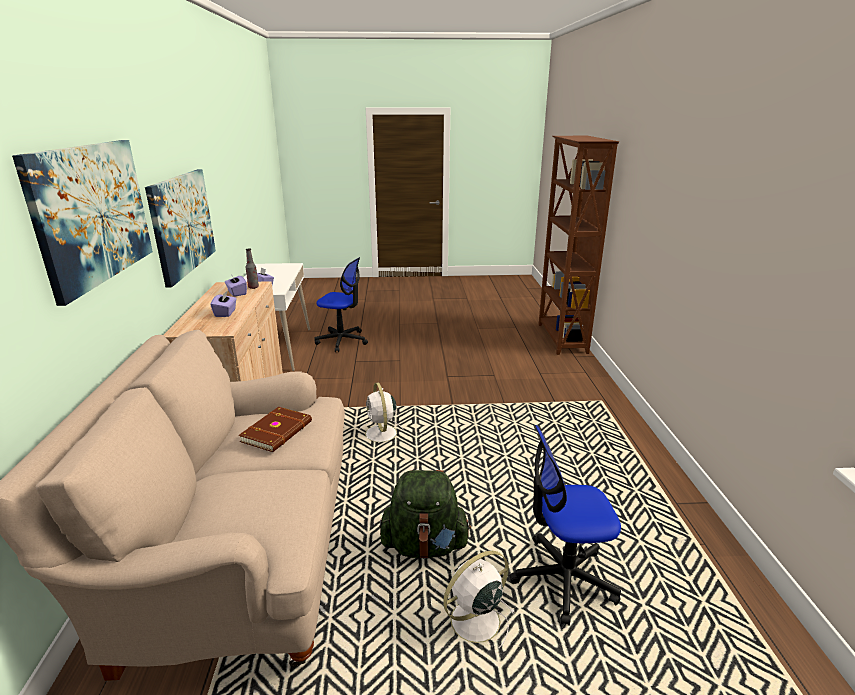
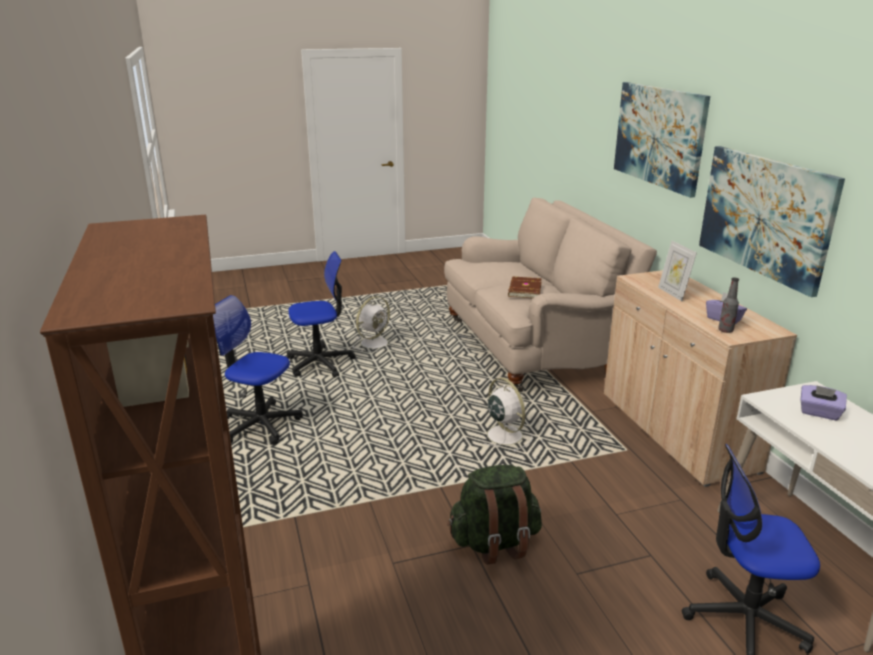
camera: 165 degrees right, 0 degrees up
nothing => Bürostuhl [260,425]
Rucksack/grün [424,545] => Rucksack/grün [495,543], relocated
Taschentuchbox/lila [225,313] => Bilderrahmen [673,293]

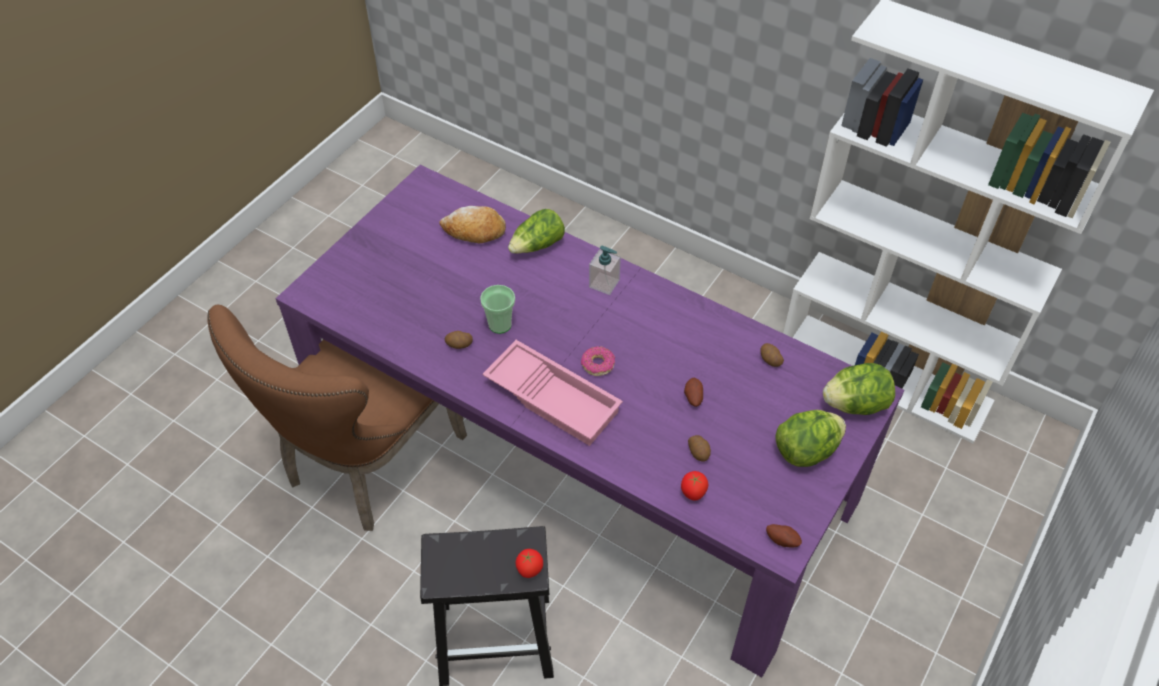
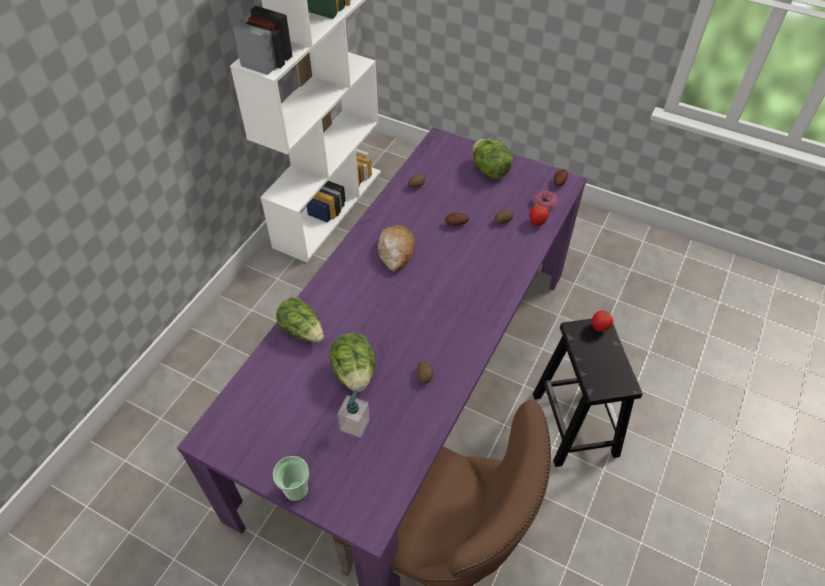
camera: 95 degrees left, 0 degrees up
Tasse [500,324] => Tasse [296,490], relocated
Salatkopf [855,404] => Salatkopf [354,373], relocated
Seifenspender [604,283] => Seifenspender [355,424], relocated
Brot [474,231] => Brot [396,252], relocated
Donut [598,364] => Donut [544,203], relocated
Tablett/rosa [554,397] => nothing

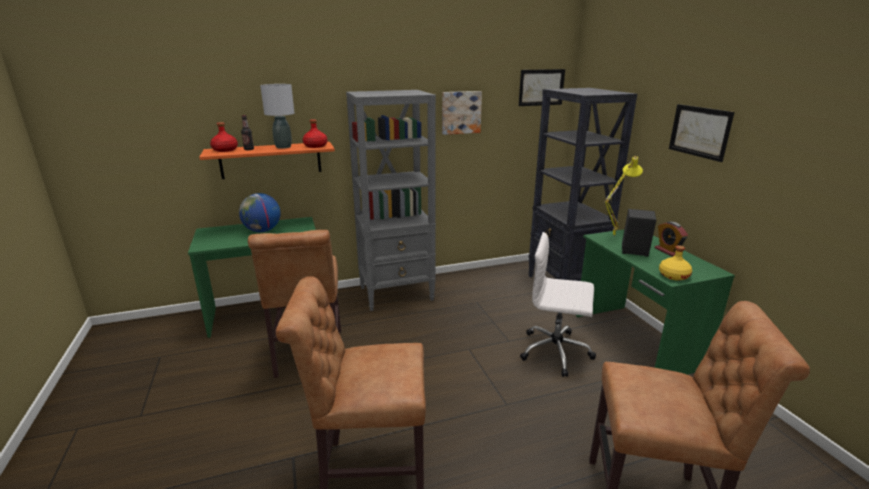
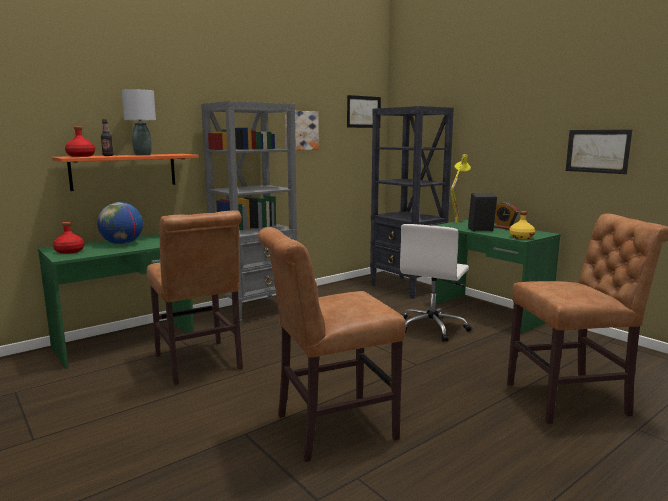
camera: 20 degrees left, 10 degrees down
Flasche/rot [315,146] => Flasche/rot [69,251], relocated
Bürostuhl/weiß [556,352] => Bürostuhl/weiß [432,327], 60 degrees counterclockwise
Bild [699,131] => Bild [597,151], relocated

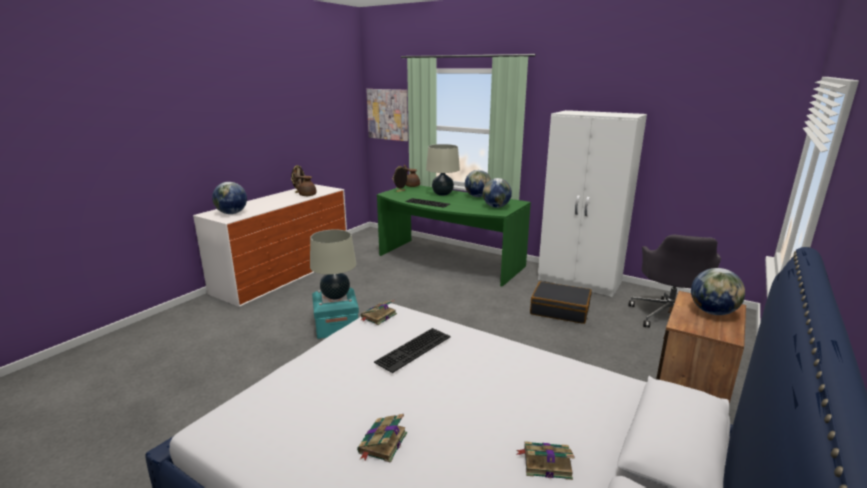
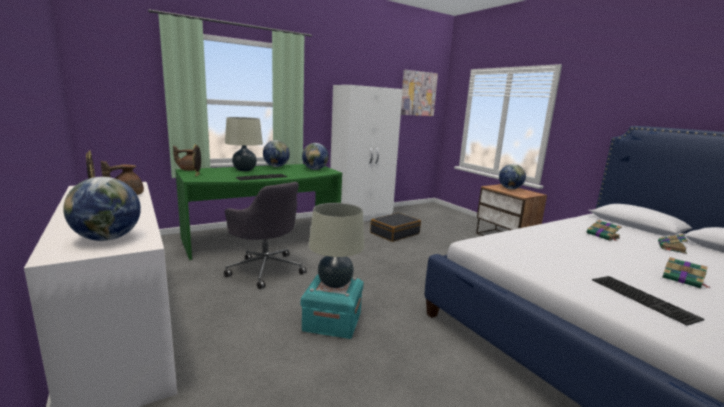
camera: 65 degrees left, 5 degrees down
Bürostuhl/grau [669,315] => Bürostuhl/grau [265,269], relocated
Bild [388,114] => Bild [418,93], relocated
Buch [378,316] => Buch [603,236], relocated
Tastatur [414,350] => Tastatur [645,298], relocated

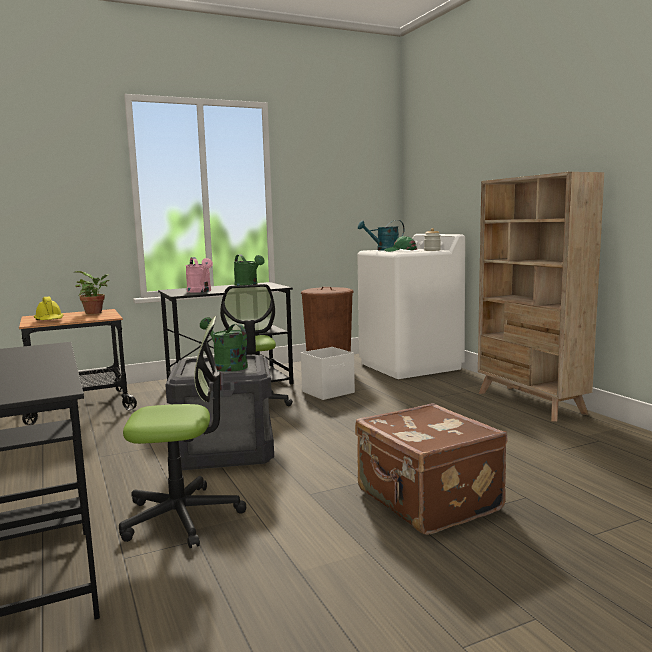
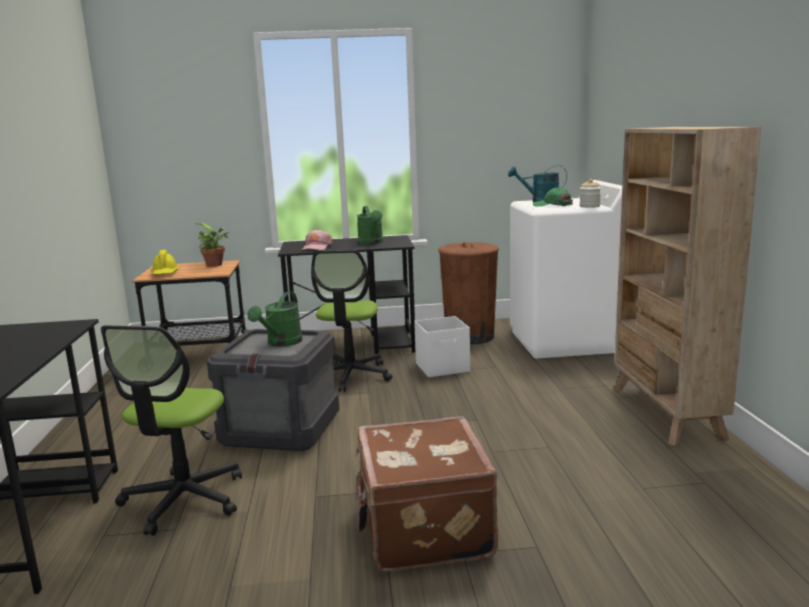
camera: 20 degrees right, 5 degrees up
Bürostuhl [182,516] => Bürostuhl [183,500], 90 degrees clockwise
Gießkanne/grün [226,366] => Gießkanne/grün [281,343], 135 degrees counterclockwise
Gießkanne/rosa [200,291] => Kappe/rosa [316,247]

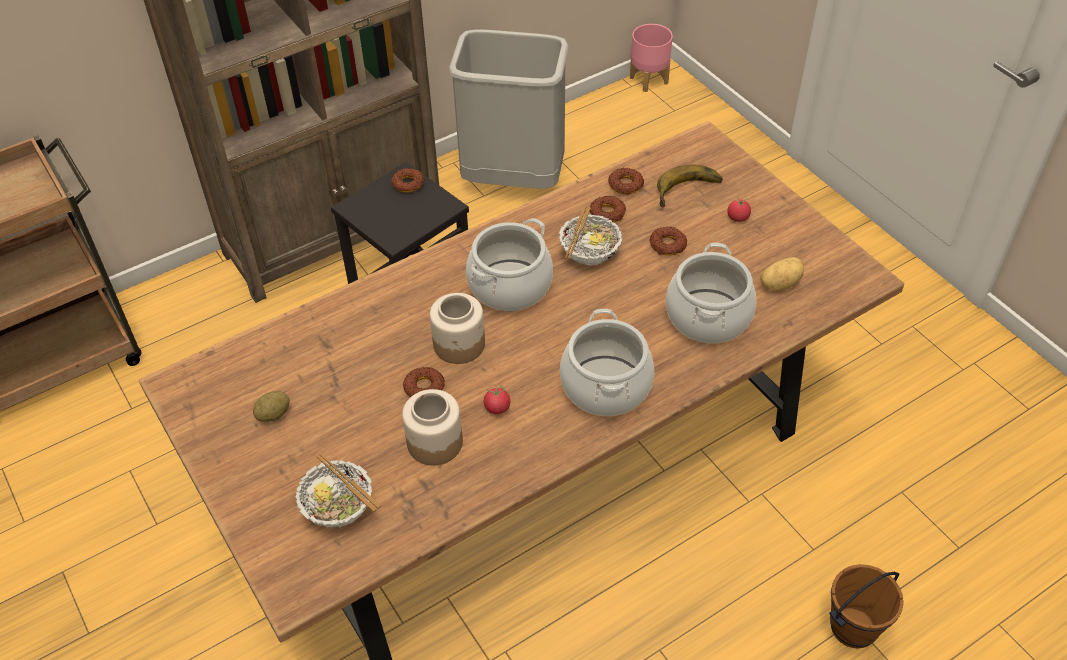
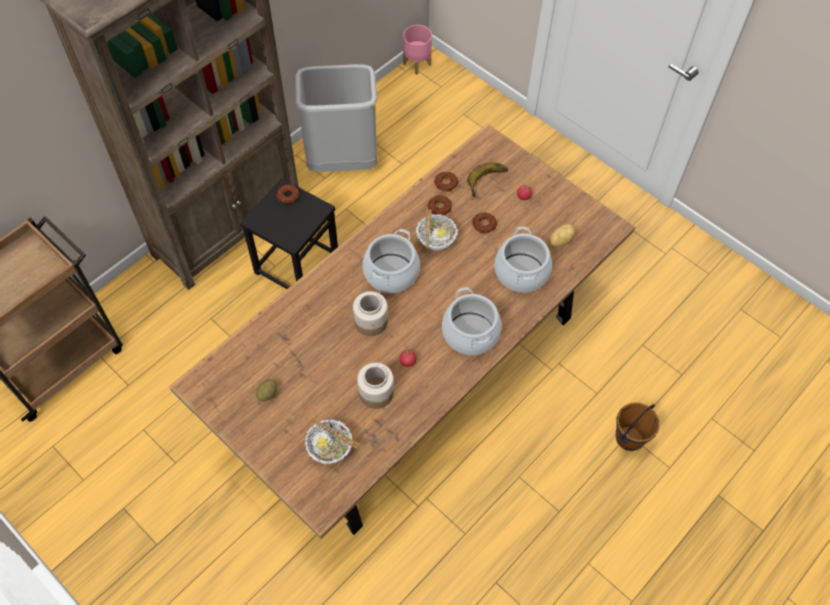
camera: 15 degrees left, 10 degrees up
Donut [424,387] => nothing

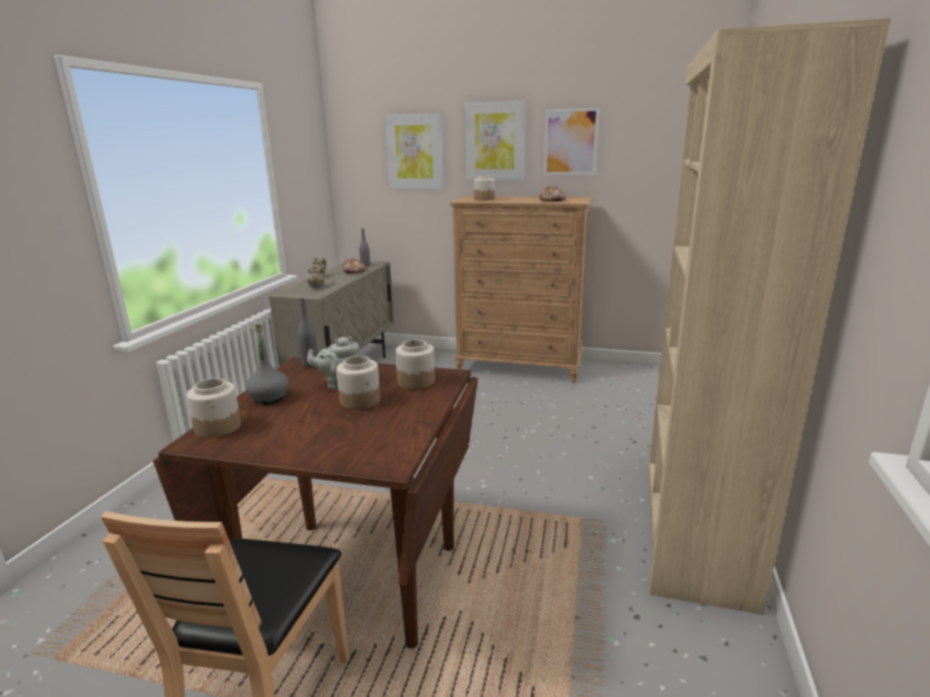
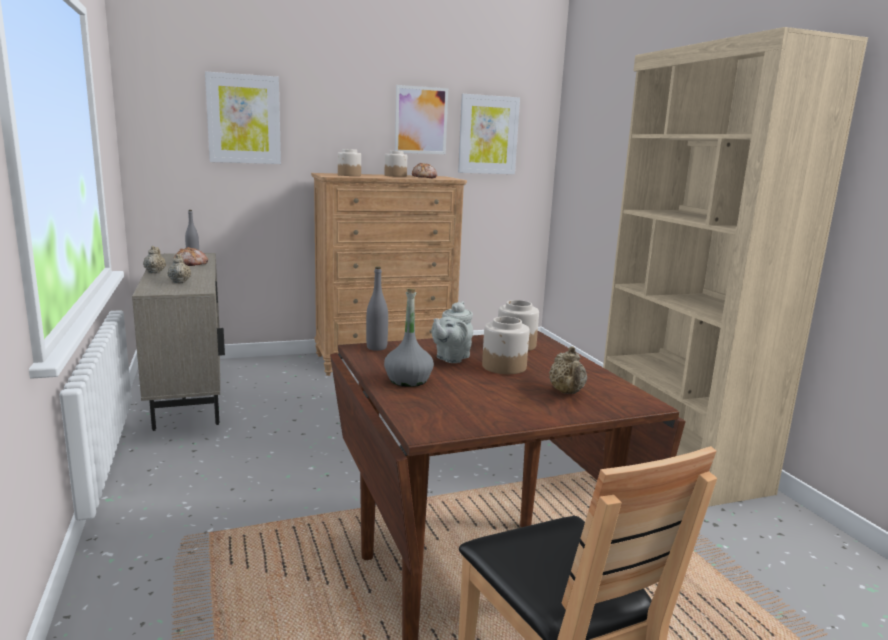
camera: 35 degrees left, 5 degrees down
Vorratsglas [218,427] => Vorratsglas [395,176], relocated
Bild [495,141] => Bild [488,135], relocated
nothing => Teekanne/beige [567,392]

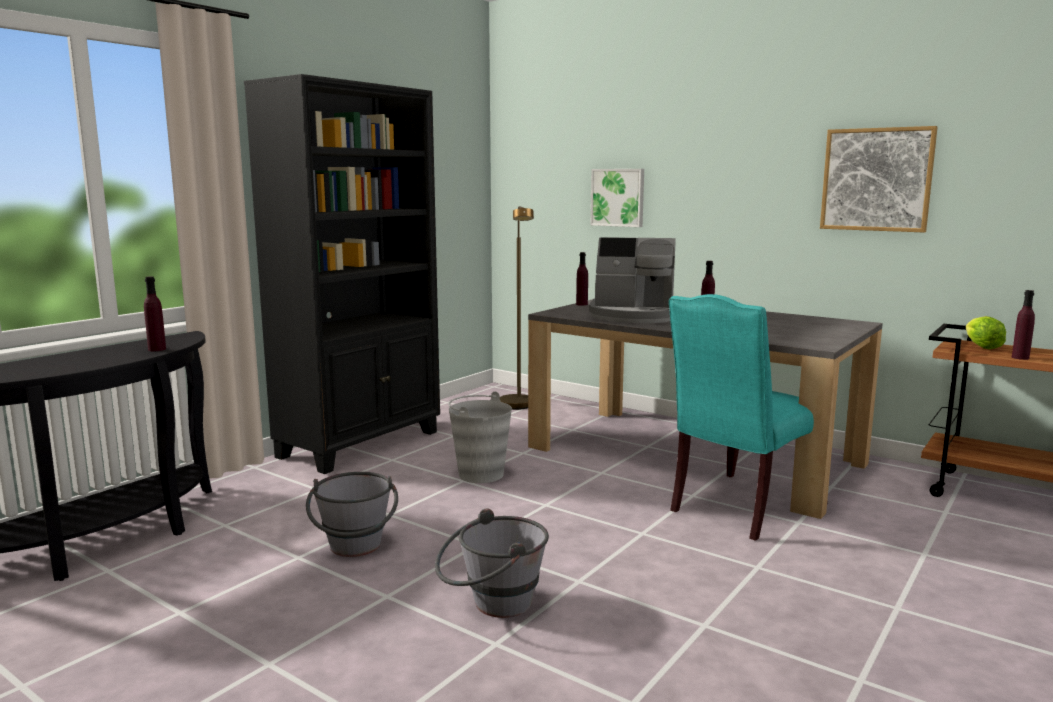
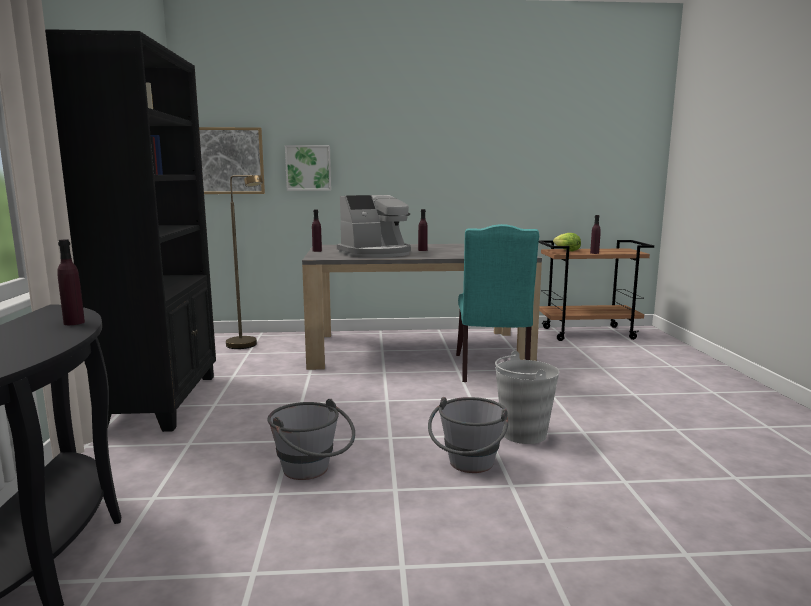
camera: 40 degrees left, 0 degrees up
Bild [876,179] => Bild [230,161], relocated
Eimer/grau [480,474] => Eimer/grau [523,434], relocated

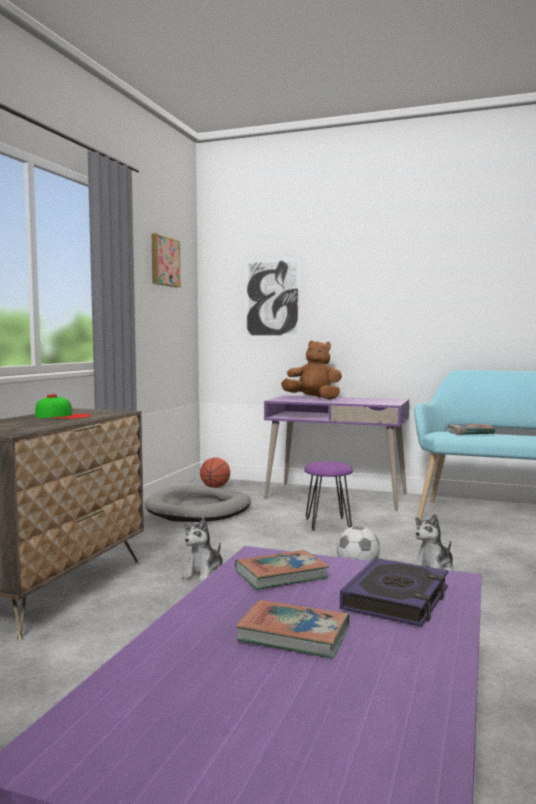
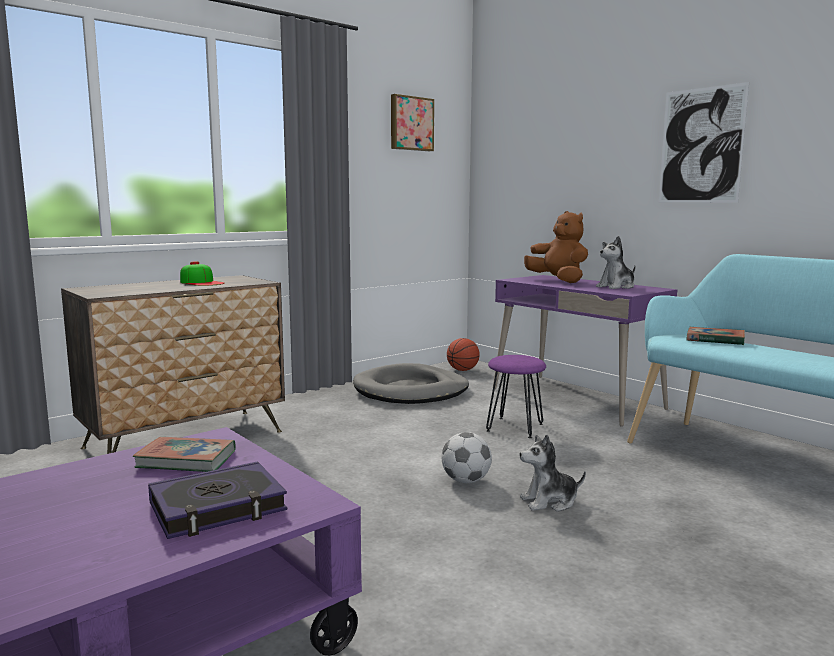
camera: 30 degrees right, 5 degrees up
Plüschtier [204,574] => Plüschtier [616,287], relocated
Bild [272,298] => Bild [701,145], relocated
Buch [294,635] => nothing

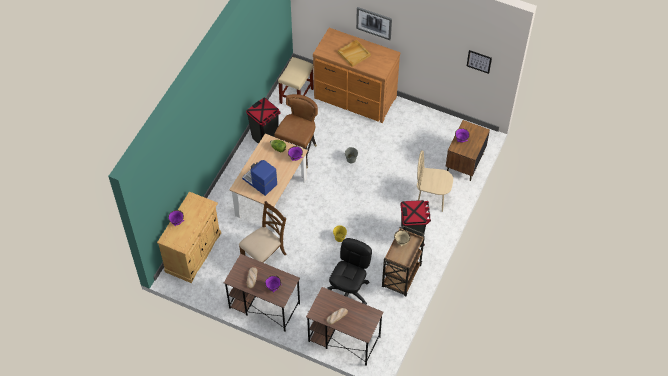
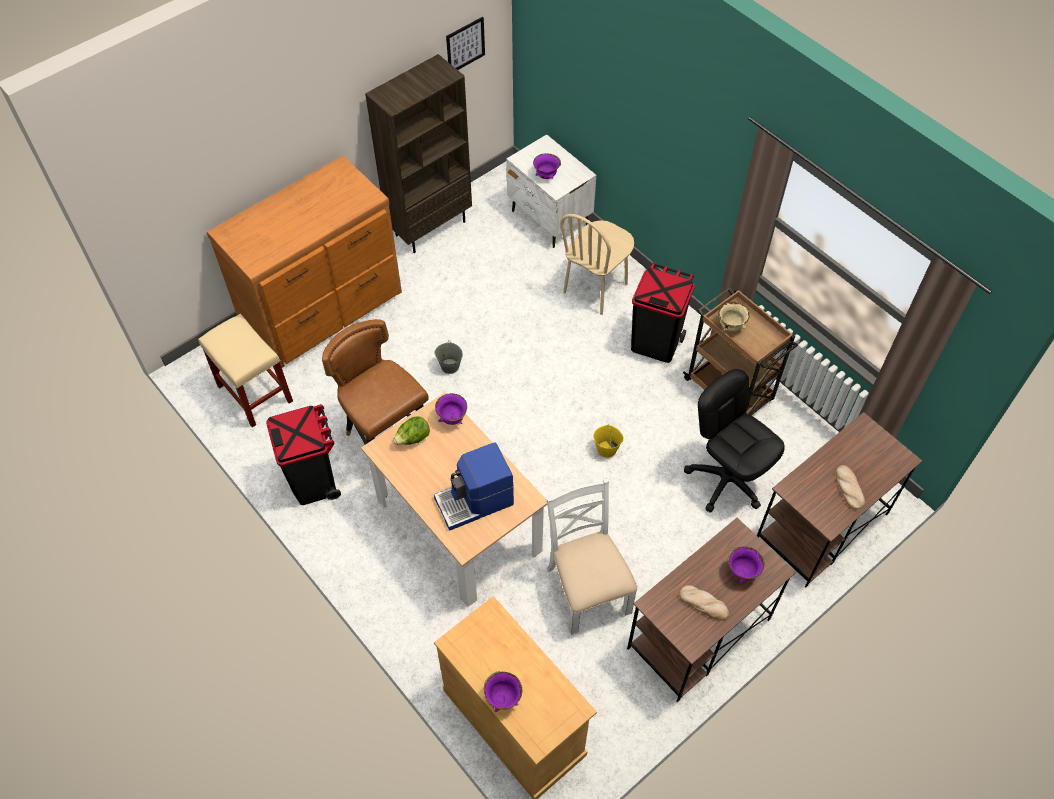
camera: 65 degrees left, 0 degrees up
nothing => Bücherregal/braun [430,227]
Nachttisch/braun [464,163] => Nachttisch/weiß [549,219]
Stuhl/braun [264,256] => Stuhl/weiß [587,589]
Tablett/beige [354,54] => nothing
Bild [374,23] => nothing

